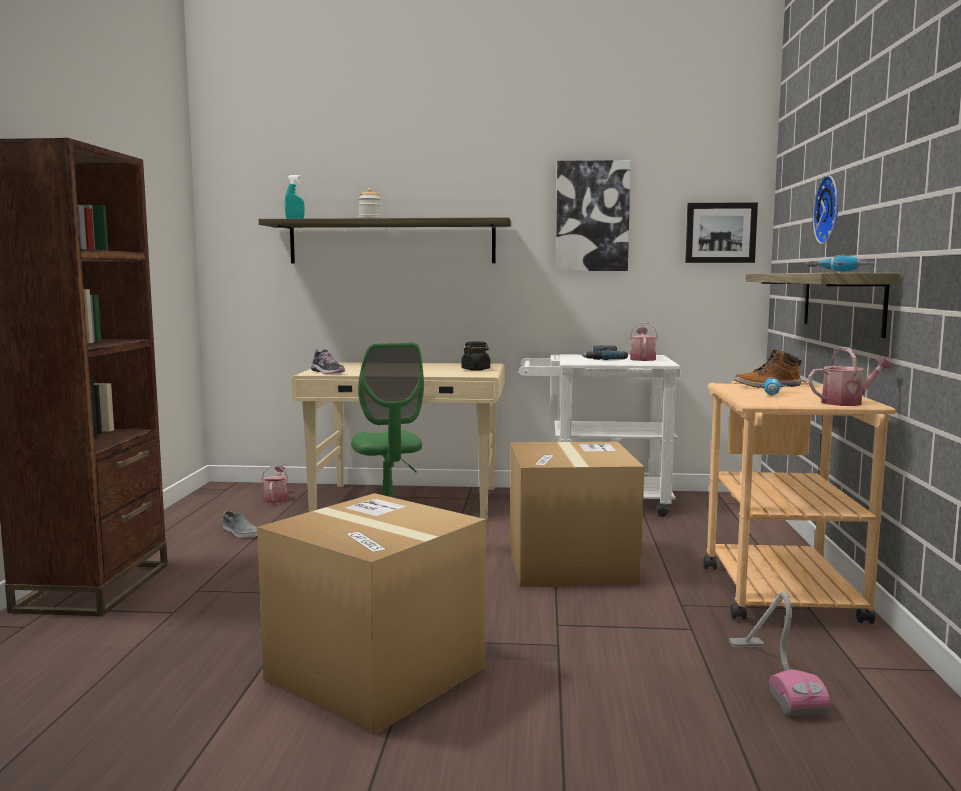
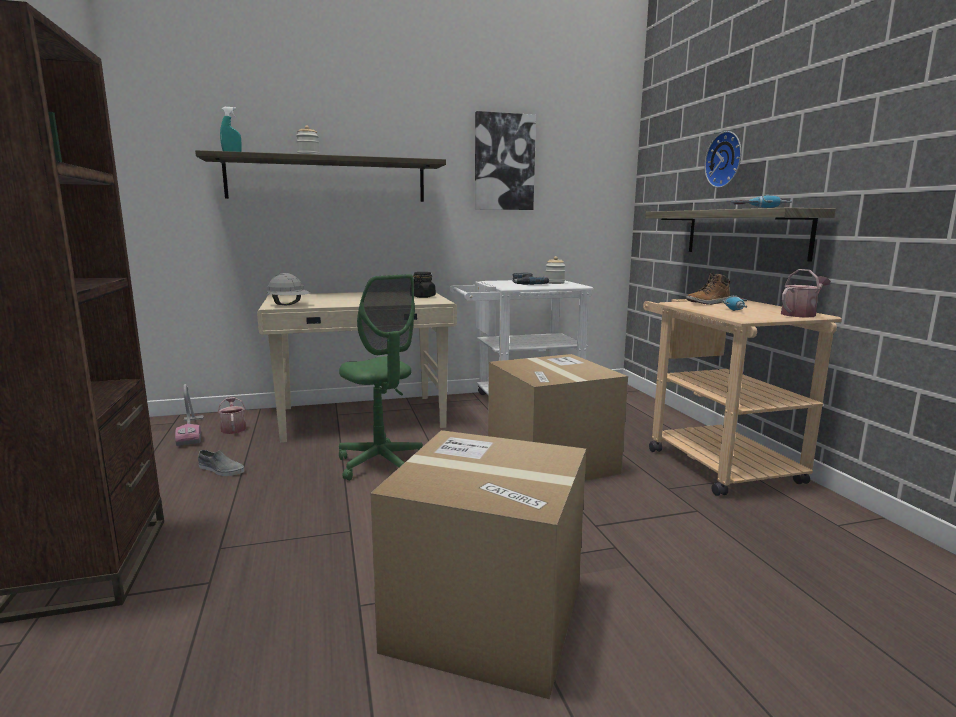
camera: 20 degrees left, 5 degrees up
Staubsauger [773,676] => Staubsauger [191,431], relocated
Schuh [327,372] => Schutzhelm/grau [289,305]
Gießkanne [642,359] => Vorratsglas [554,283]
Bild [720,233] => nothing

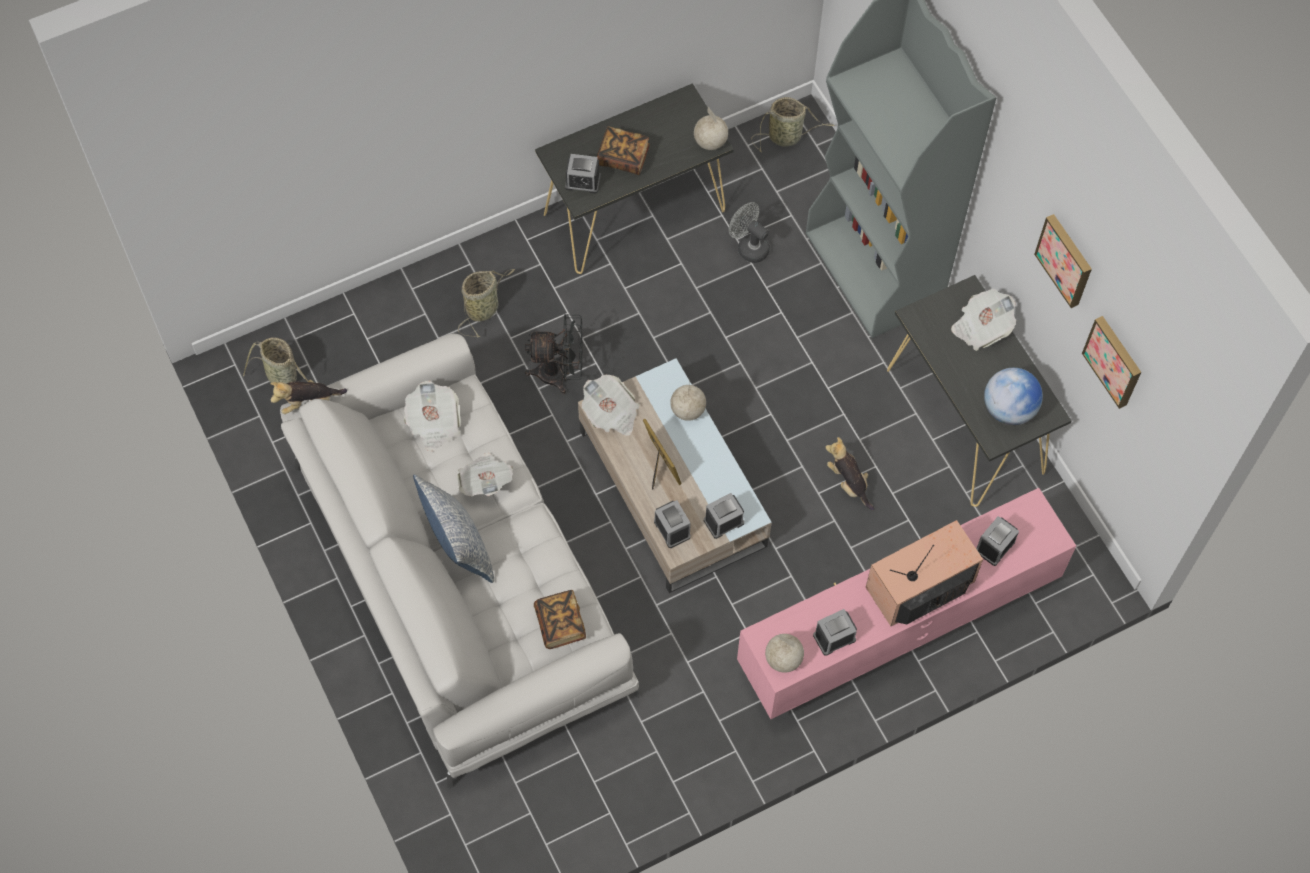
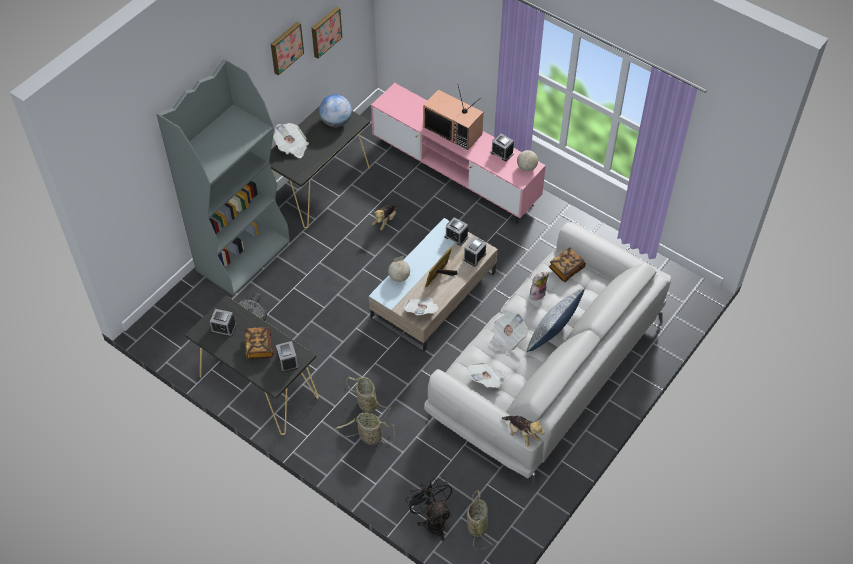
camera: 115 degrees left, 10 degrees down
Wecker [995,546] => Wecker [223,328], relocated
Korb [787,136] => Korb [366,403], relocated
Ventilator/schwarz [560,373] => Ventilator/schwarz [432,520], relocated
nothing => Plüschtier [537,293]
Globus [710,142] => nothing

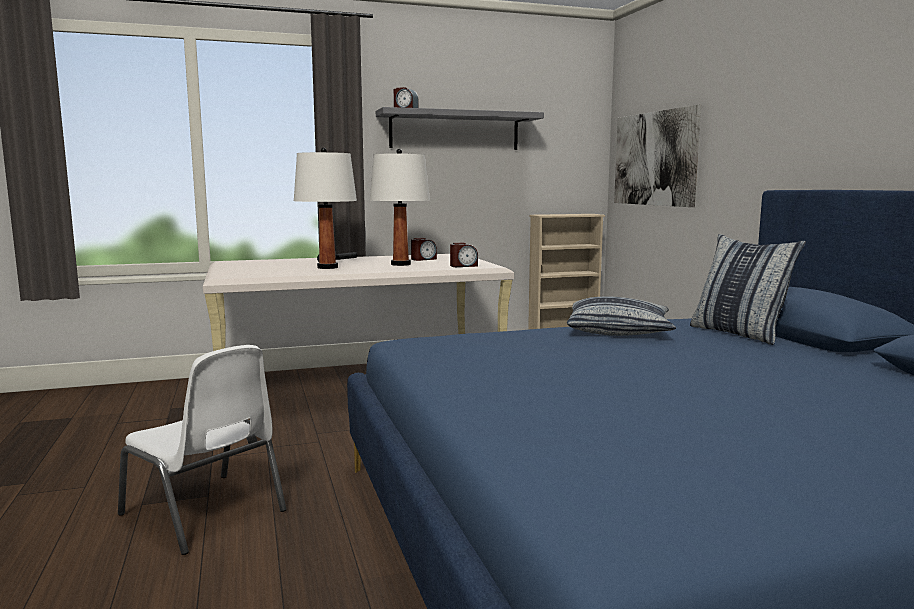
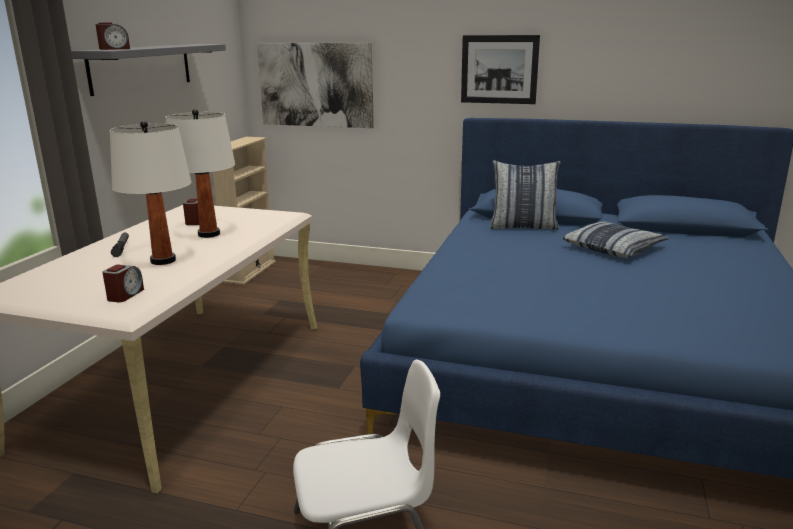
camera: 55 degrees left, 10 degrees up
Wecker [463,266] => Wecker [125,295], relocated
nothing => Bild [499,69]
Kissen [619,330] => Kissen [614,248], relocated

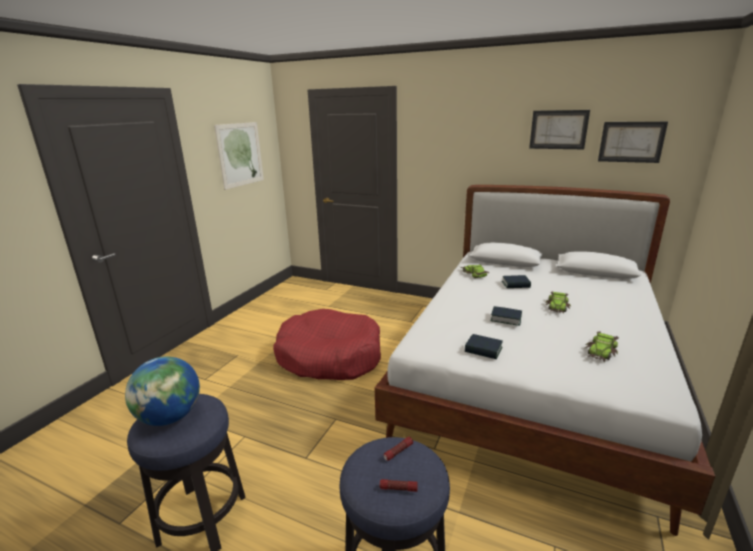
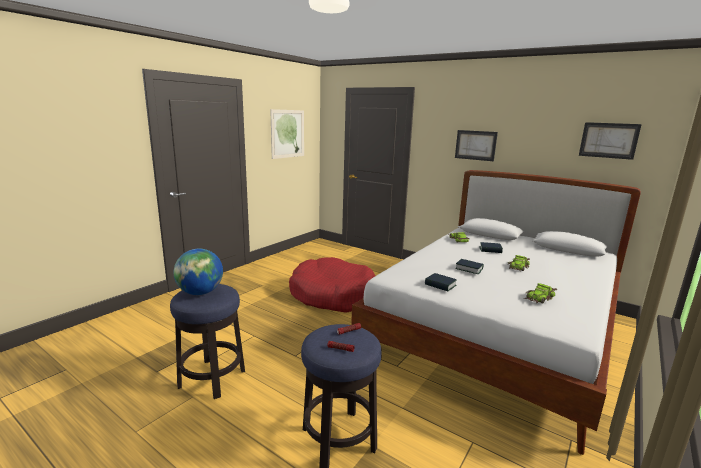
camera: 10 degrees right, 5 degrees down
Bild [558,129] => Bild [475,145], relocated

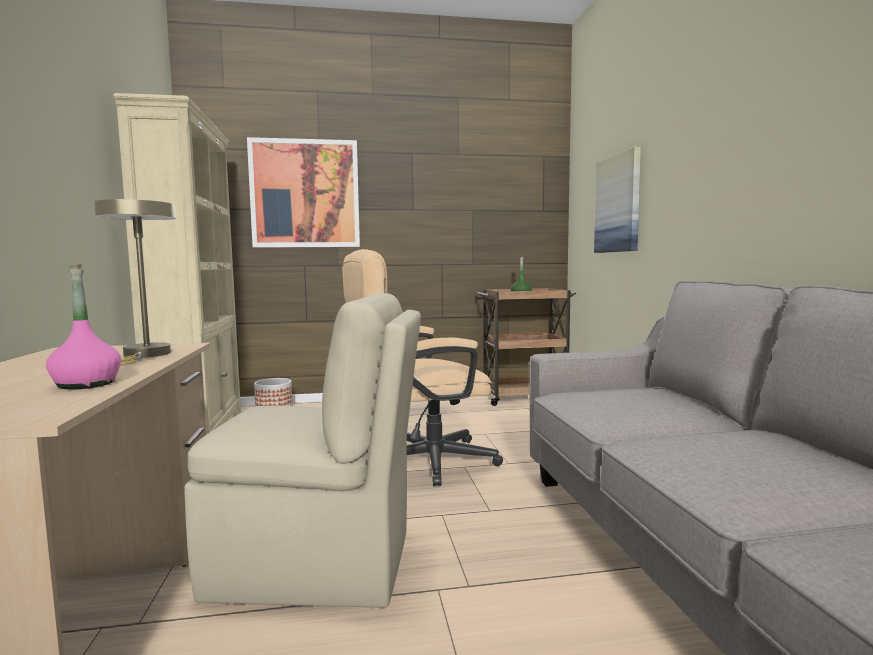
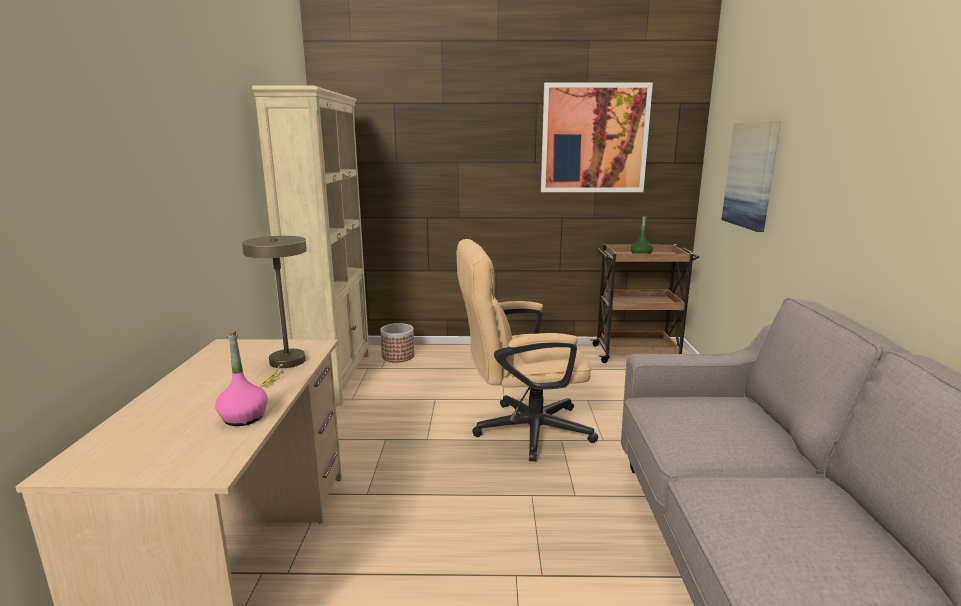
camera: 10 degrees right, 10 degrees up
Bild [305,194] => Bild [594,138], relocated
Stuhl/beige [318,564] => nothing

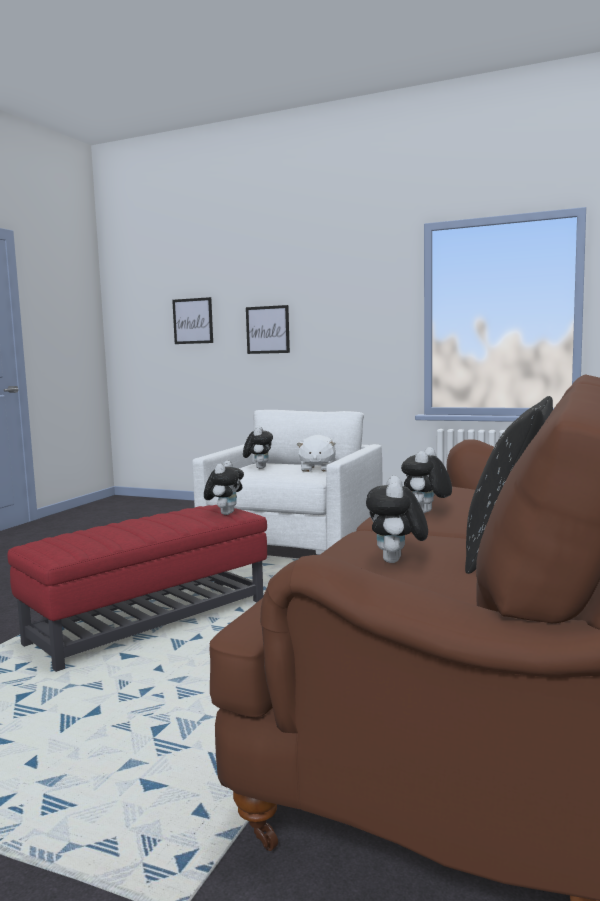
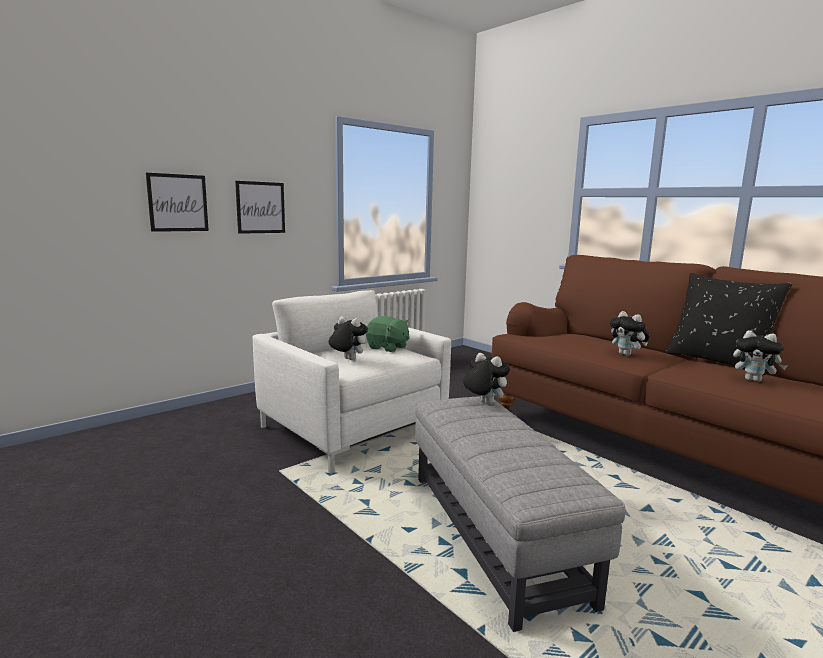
camera: 65 degrees left, 5 degrees up
Bild [193,321] => Bild [260,207], relocated
Plüschtier/weiß [317,469] => Plüschtier/grün [387,348]
Polsterhocker/rot [151,622] => Polsterhocker/grau [493,533]

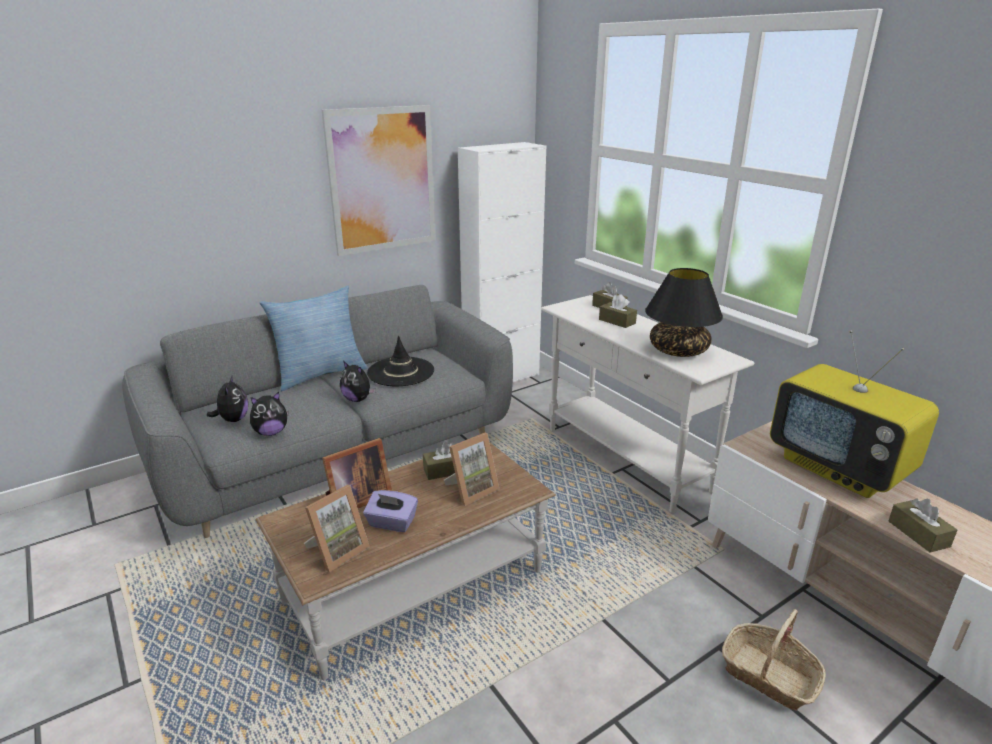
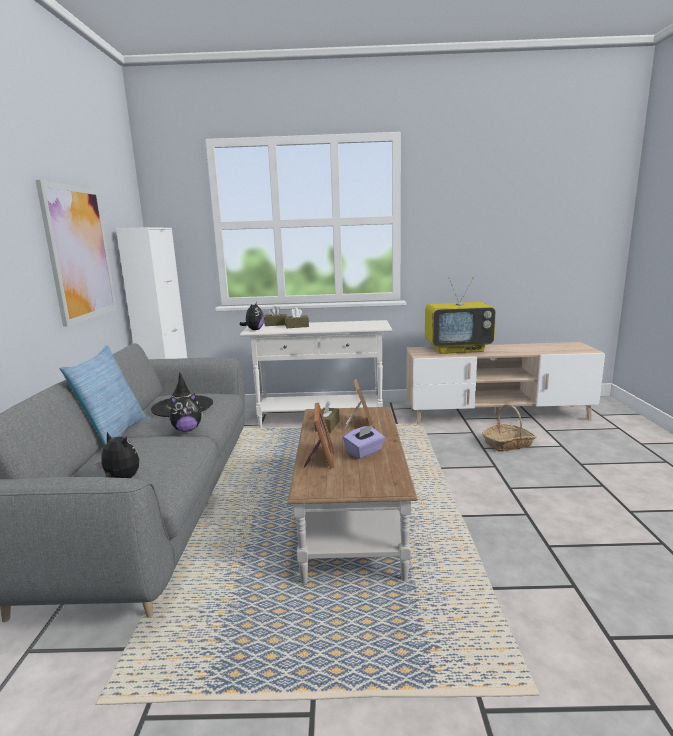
camera: 55 degrees left, 10 degrees down
Plüschtier [271,432] => Plüschtier [254,330], relocated
Bilderrahmen [337,551] => nothing
Tischlampe/schwarz [678,350] => nothing
Taschentuchbox/braun [918,534] => nothing

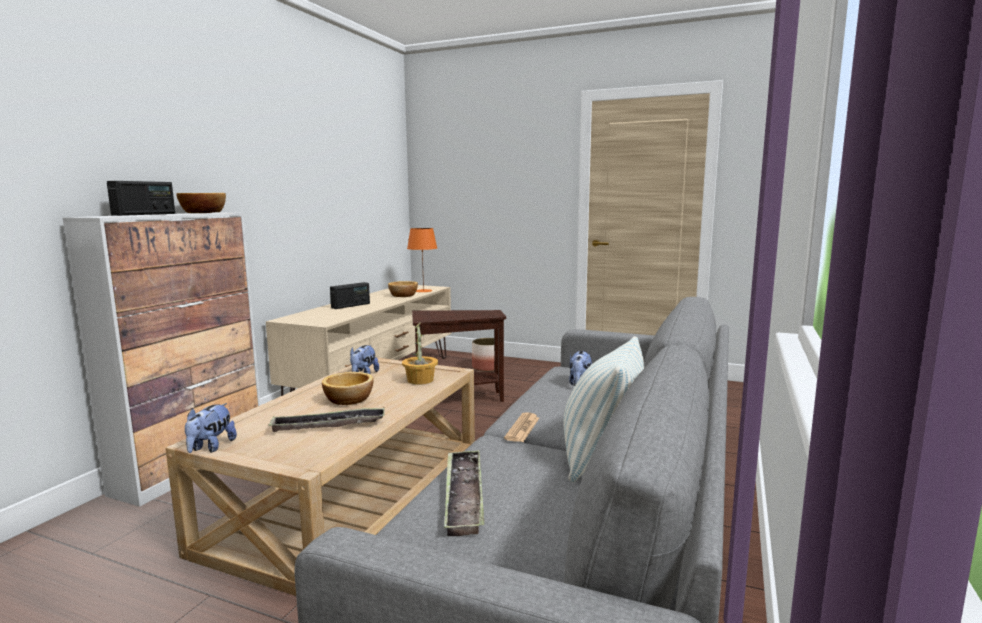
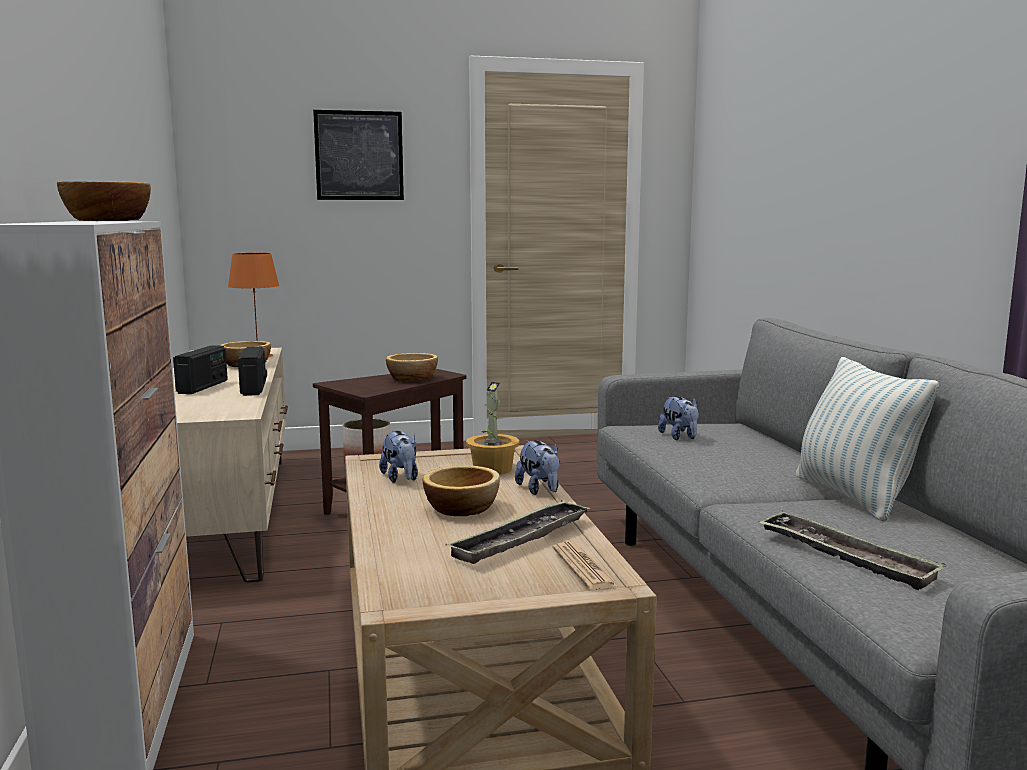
camera: 35 degrees left, 0 degrees up
Radio [145,214] => Radio [254,388], relocated
nothing => Bild [359,155]
nothing => Schüssel [413,379]
Plüschtier [211,447] => Plüschtier [540,490], relocated
Zeitung [522,428] => Zeitung [583,567], relocated

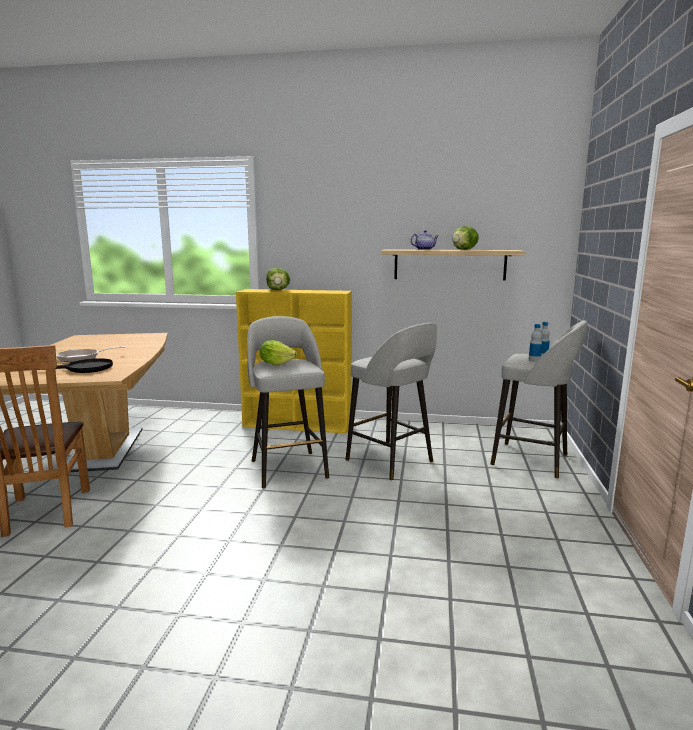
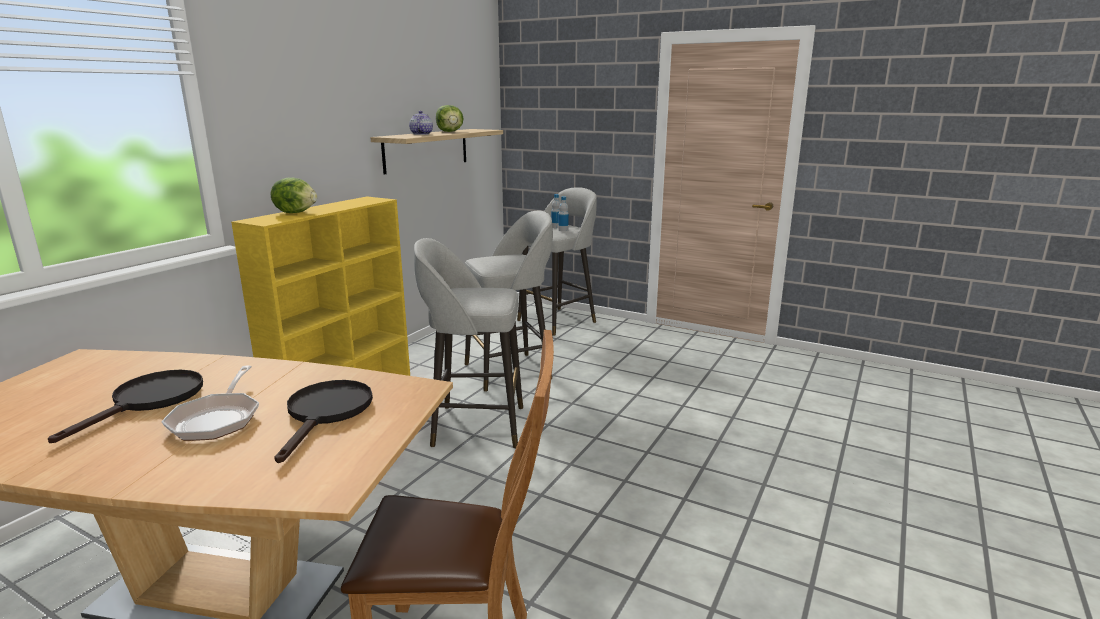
camera: 70 degrees left, 5 degrees up
nothing => Pfanne/schwarz [149,401]
Salatkopf [276,363] => nothing

